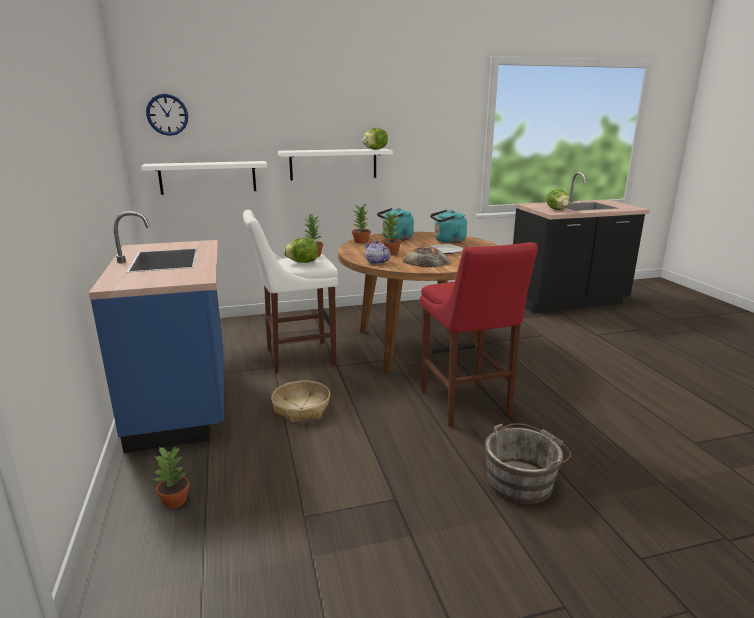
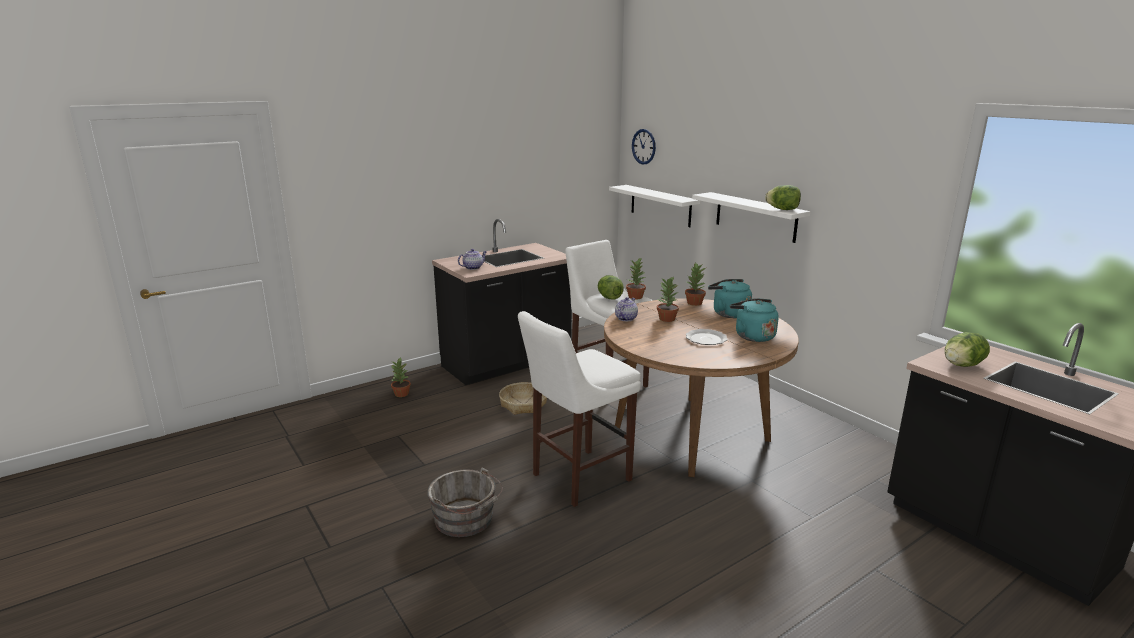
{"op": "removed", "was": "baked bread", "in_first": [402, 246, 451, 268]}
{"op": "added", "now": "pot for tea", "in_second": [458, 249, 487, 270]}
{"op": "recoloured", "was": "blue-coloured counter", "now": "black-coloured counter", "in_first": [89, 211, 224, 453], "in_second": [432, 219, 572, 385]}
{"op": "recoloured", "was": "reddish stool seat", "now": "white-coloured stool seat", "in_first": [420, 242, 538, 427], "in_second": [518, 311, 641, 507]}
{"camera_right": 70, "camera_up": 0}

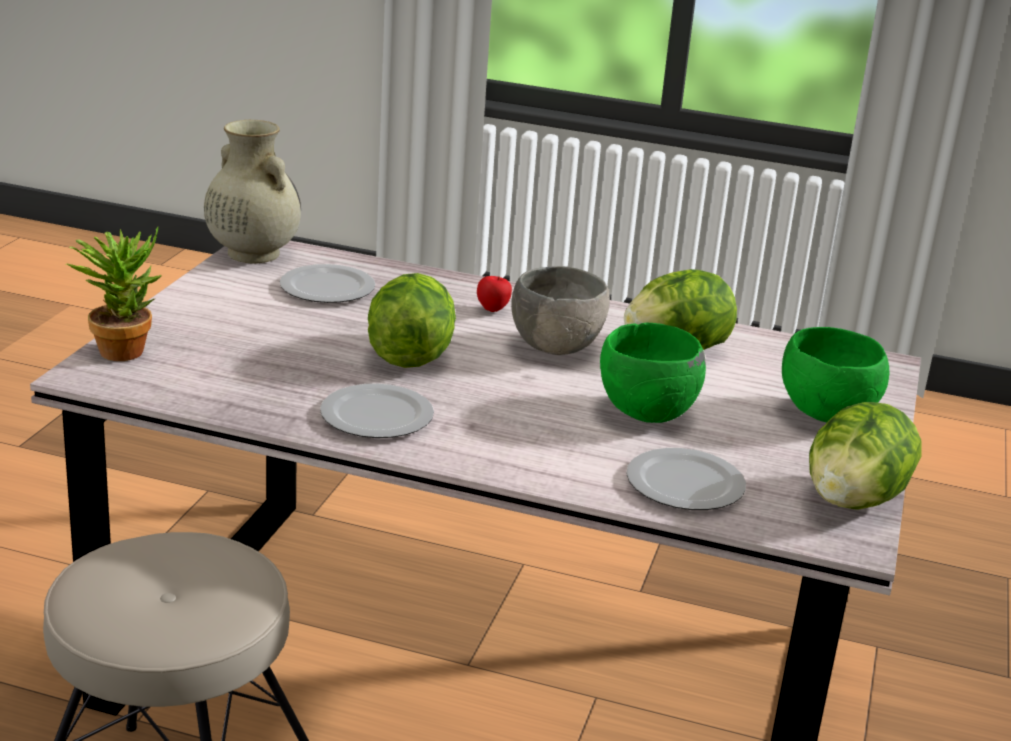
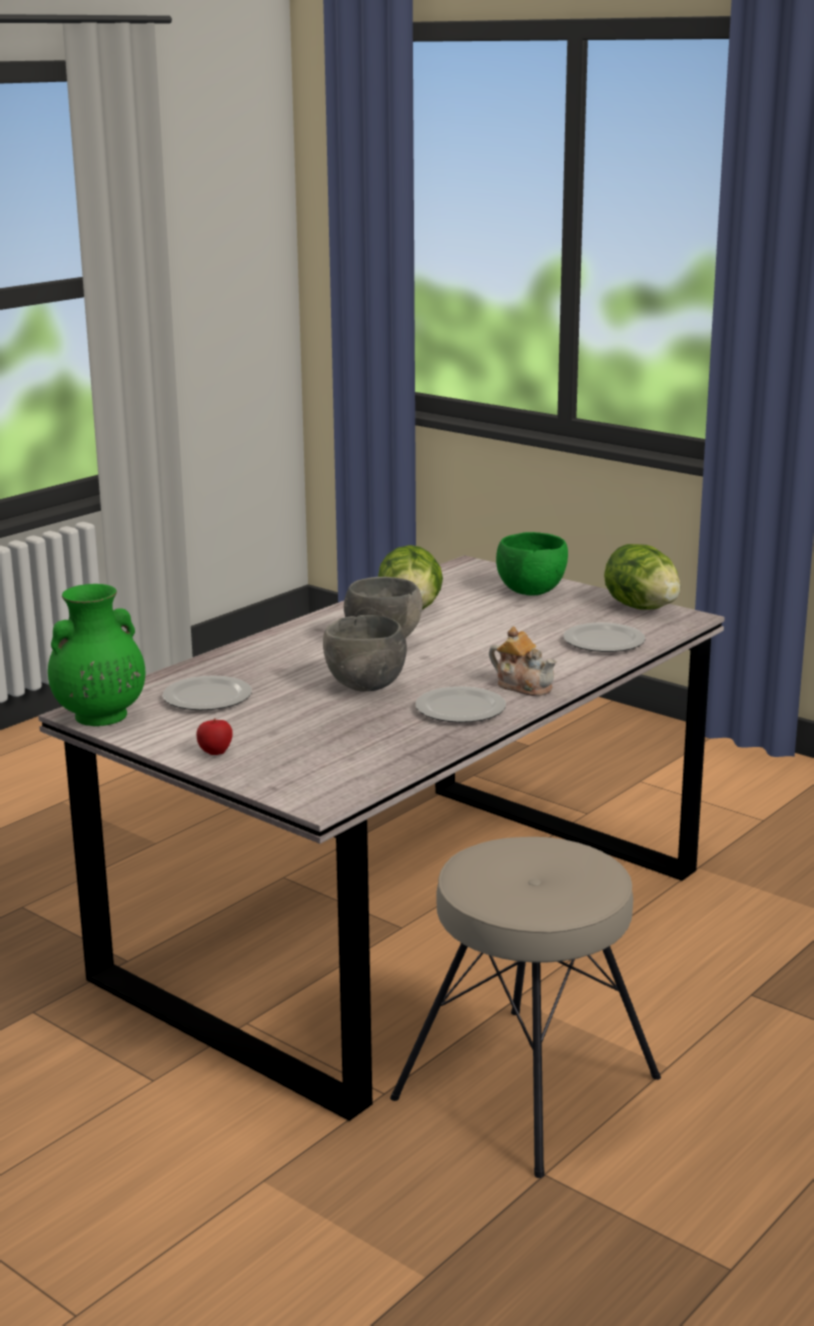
{"op": "removed", "was": "plant in a pot", "in_first": [66, 227, 162, 361]}
{"op": "removed", "was": "green-coloured deep dish", "in_first": [600, 323, 706, 423]}
{"op": "added", "now": "pot for tea", "in_second": [489, 626, 557, 696]}
{"op": "moved", "was": "apple fruit", "in_first": [477, 276, 512, 312], "in_second": [196, 718, 233, 755]}
{"op": "replaced", "was": "head of lettuce", "now": "grey deep dish", "in_first": [368, 273, 456, 368], "in_second": [323, 615, 407, 692]}
{"op": "recoloured", "was": "sand-coloured decorative vase", "now": "green-coloured decorative vase", "in_first": [204, 120, 301, 263], "in_second": [48, 584, 145, 726]}
{"camera_right": -65, "camera_up": -5}

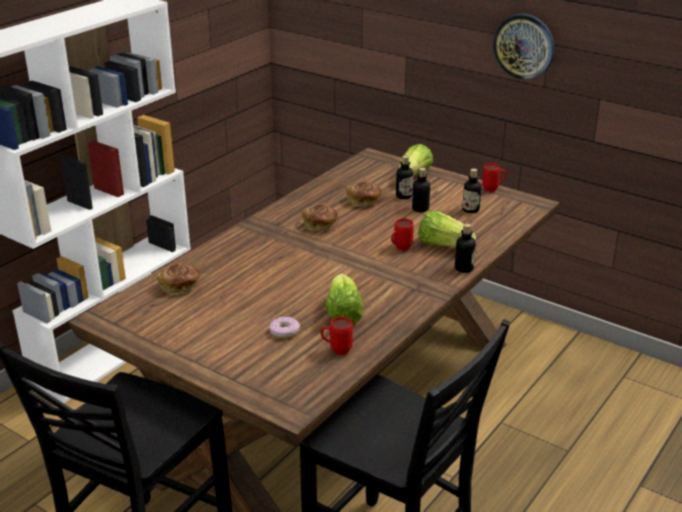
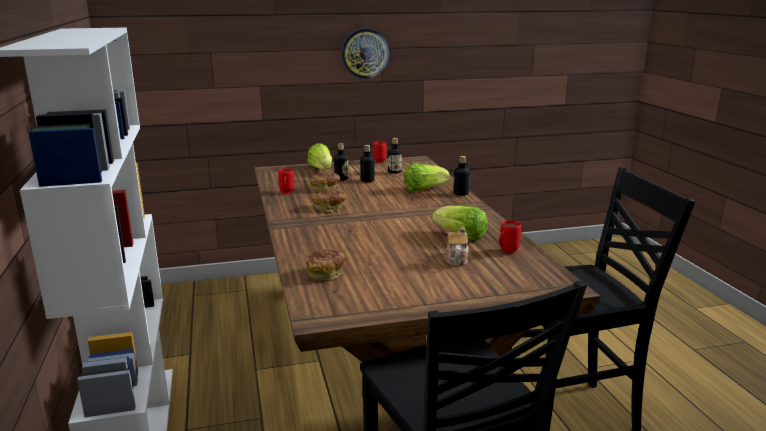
{"op": "moved", "was": "reddish mug", "in_first": [391, 218, 414, 251], "in_second": [278, 168, 294, 194]}
{"op": "replaced", "was": "doughnut", "now": "pot for tea", "in_first": [269, 317, 300, 338], "in_second": [444, 226, 469, 266]}
{"camera_right": -50, "camera_up": -10}

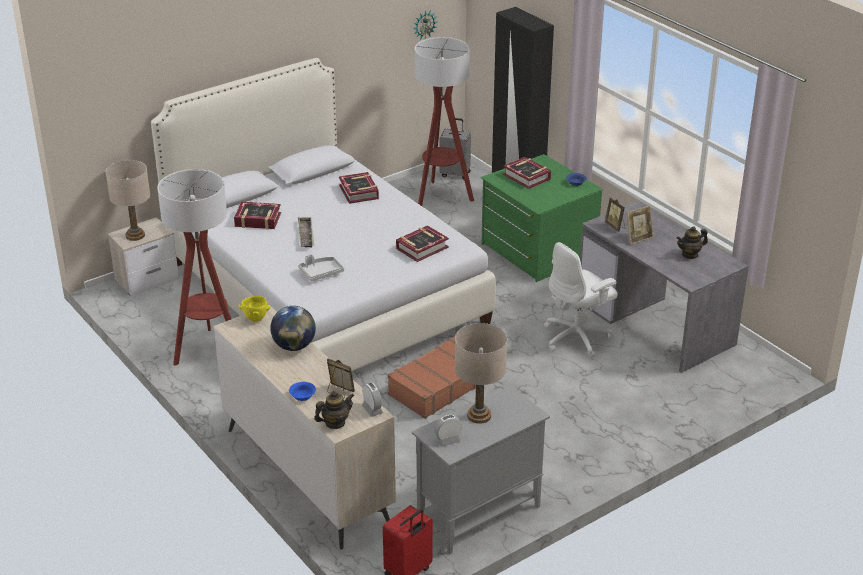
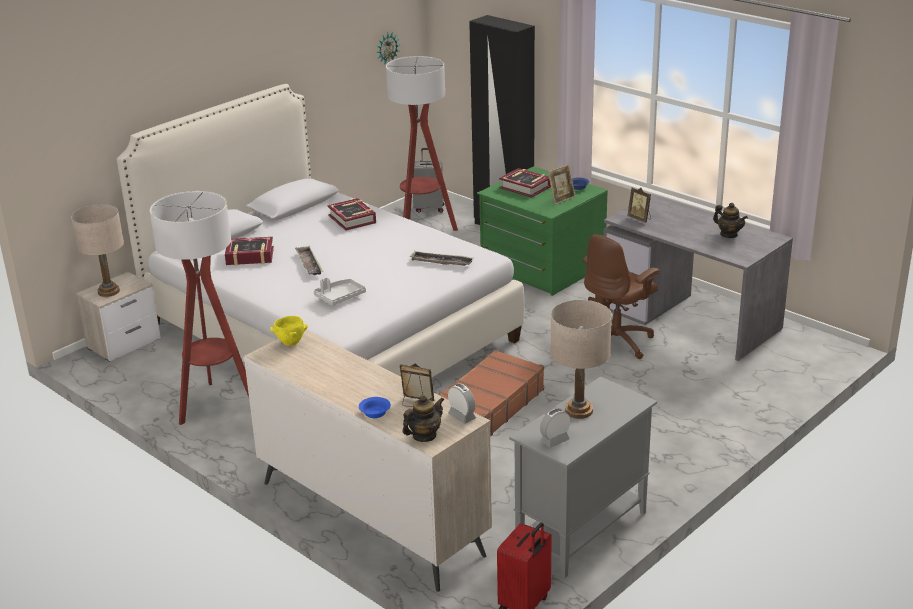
{"op": "removed", "was": "globe", "in_first": [270, 306, 316, 351]}
{"op": "moved", "was": "standing frame", "in_first": [627, 206, 654, 245], "in_second": [548, 164, 575, 205]}
{"op": "replaced", "was": "volume", "now": "carrying tray", "in_first": [396, 225, 449, 262], "in_second": [409, 251, 474, 266]}
{"op": "recoloured", "was": "white-coloured computer chair", "now": "brown computer chair", "in_first": [544, 242, 618, 358], "in_second": [583, 234, 660, 359]}
{"op": "turned", "was": "pot for tea", "in_first": [676, 226, 708, 259], "in_second": [713, 203, 748, 238], "clockwise": -105}
{"camera_right": -10, "camera_up": -5}

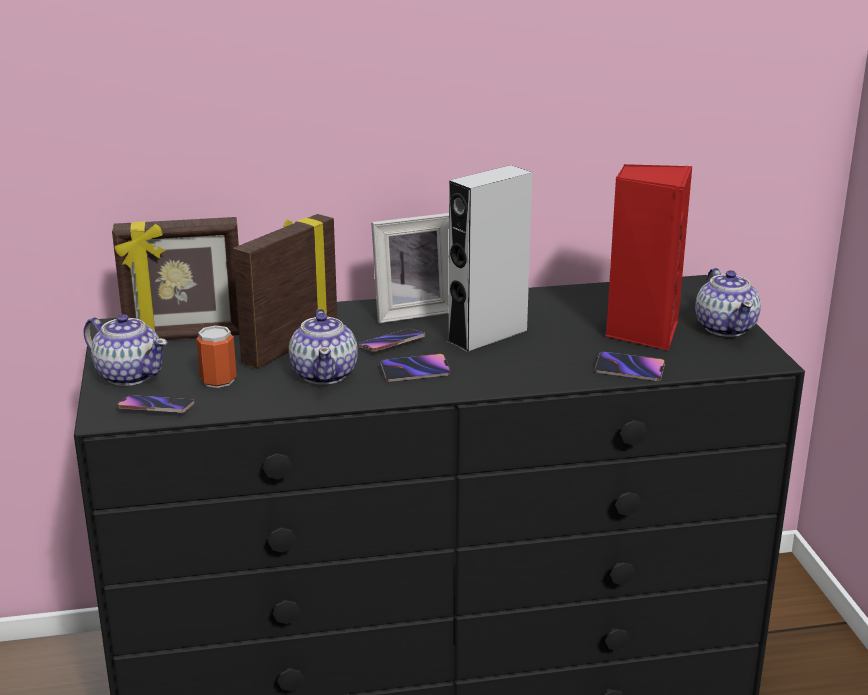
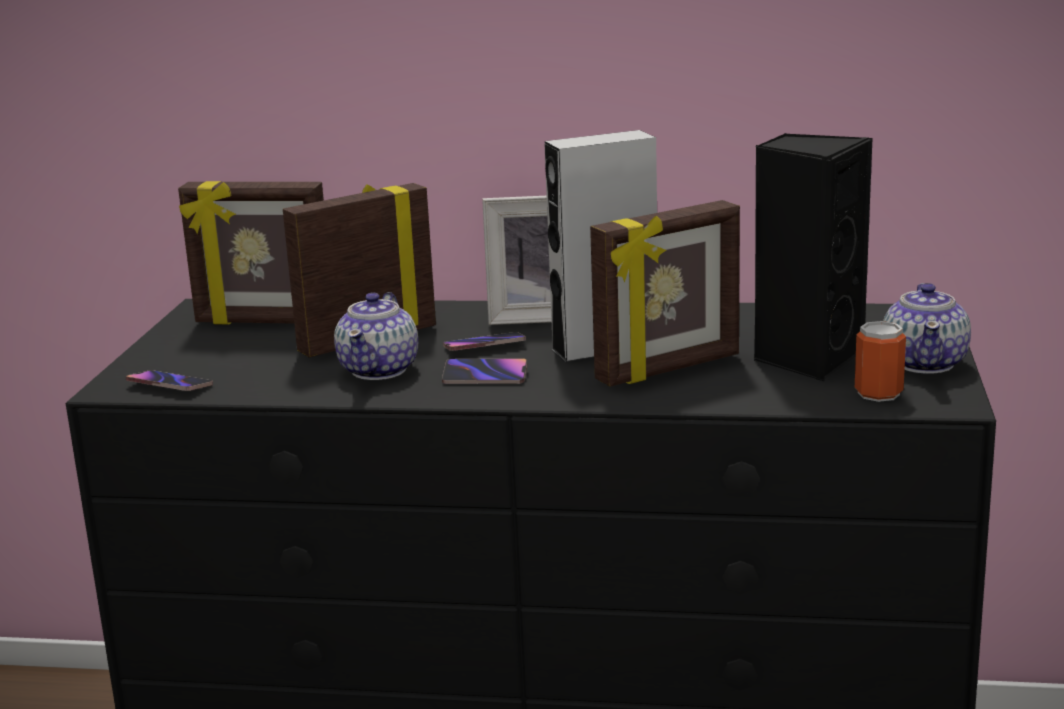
{"op": "removed", "was": "pot for tea", "in_first": [84, 314, 168, 386]}
{"op": "removed", "was": "phone", "in_first": [595, 352, 665, 381]}
{"op": "added", "now": "standing frame", "in_second": [590, 200, 740, 387]}
{"op": "moved", "was": "can", "in_first": [196, 325, 237, 388], "in_second": [855, 321, 906, 402]}
{"op": "recoloured", "was": "reddish loudspeaker", "now": "black-coloured loudspeaker", "in_first": [606, 164, 692, 350], "in_second": [754, 133, 873, 381]}
{"camera_right": 20, "camera_up": -5}

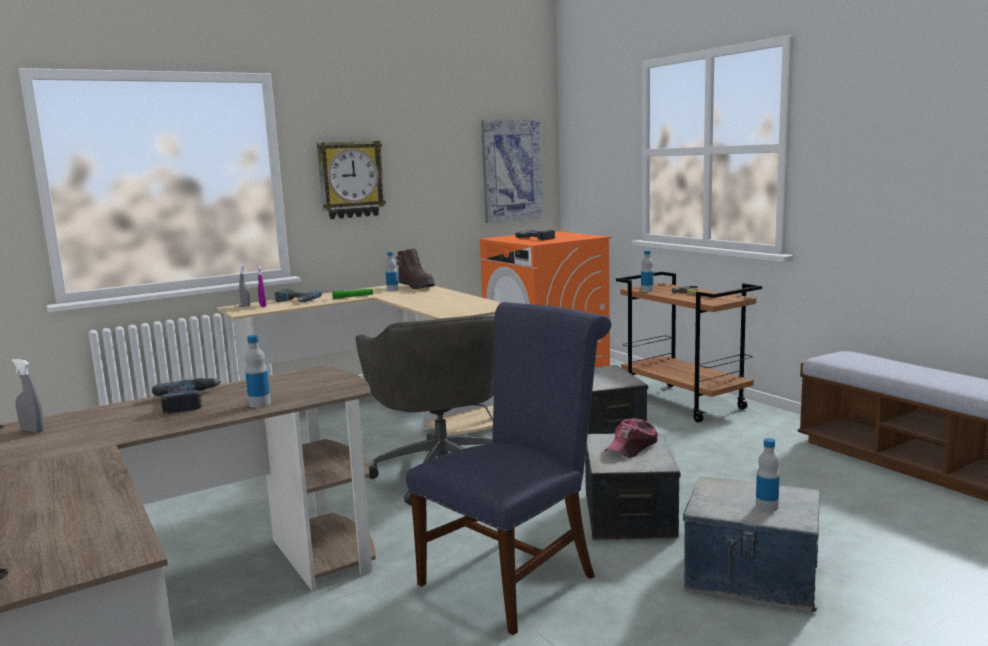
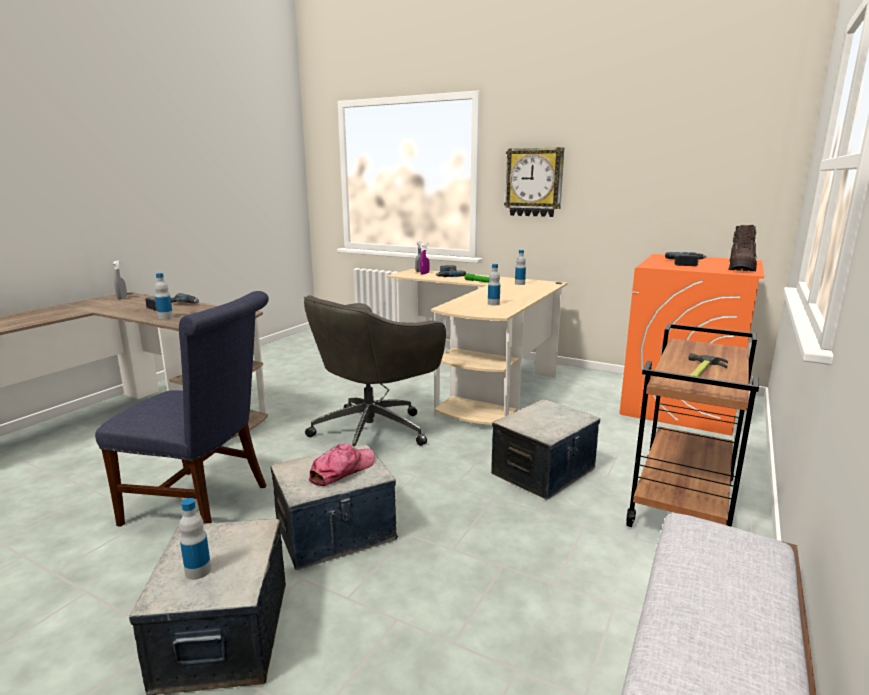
{"op": "removed", "was": "wall art", "in_first": [481, 119, 543, 223]}
{"op": "moved", "was": "brown tall boot", "in_first": [396, 248, 435, 289], "in_second": [728, 225, 757, 271]}
{"op": "moved", "was": "drink bottle", "in_first": [641, 250, 653, 292], "in_second": [488, 264, 500, 305]}
{"op": "turned", "was": "cap", "in_first": [604, 418, 658, 458], "in_second": [308, 444, 375, 486], "clockwise": 120}
{"camera_right": 60, "camera_up": 5}

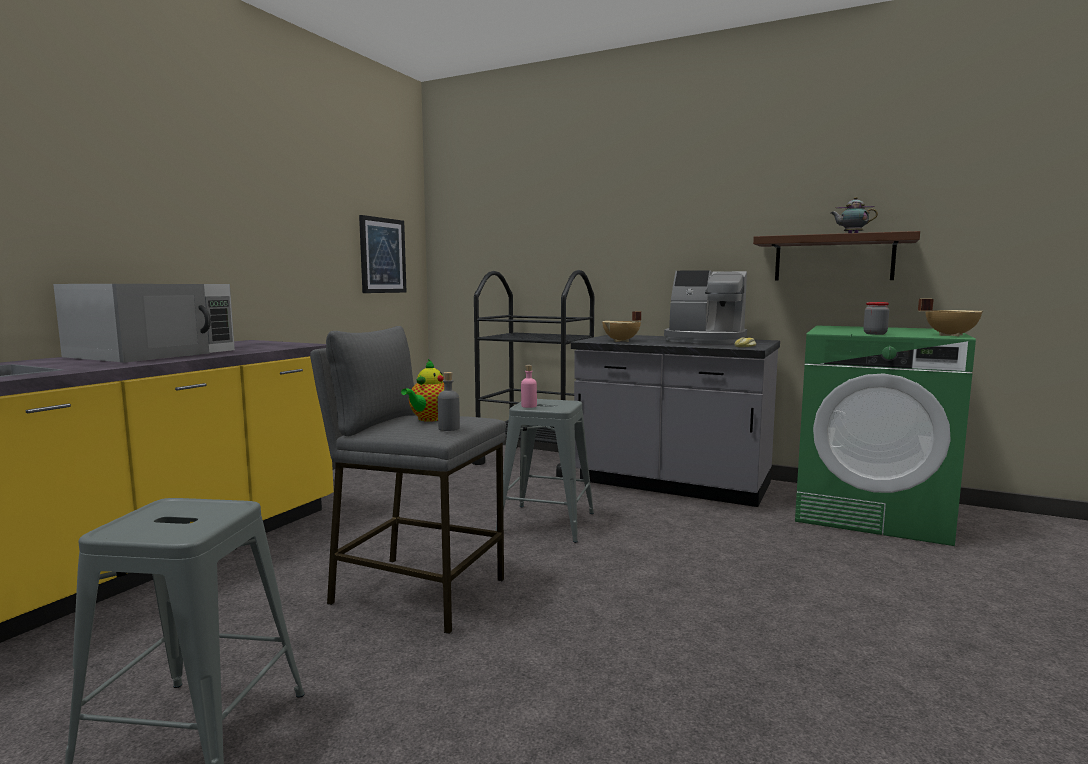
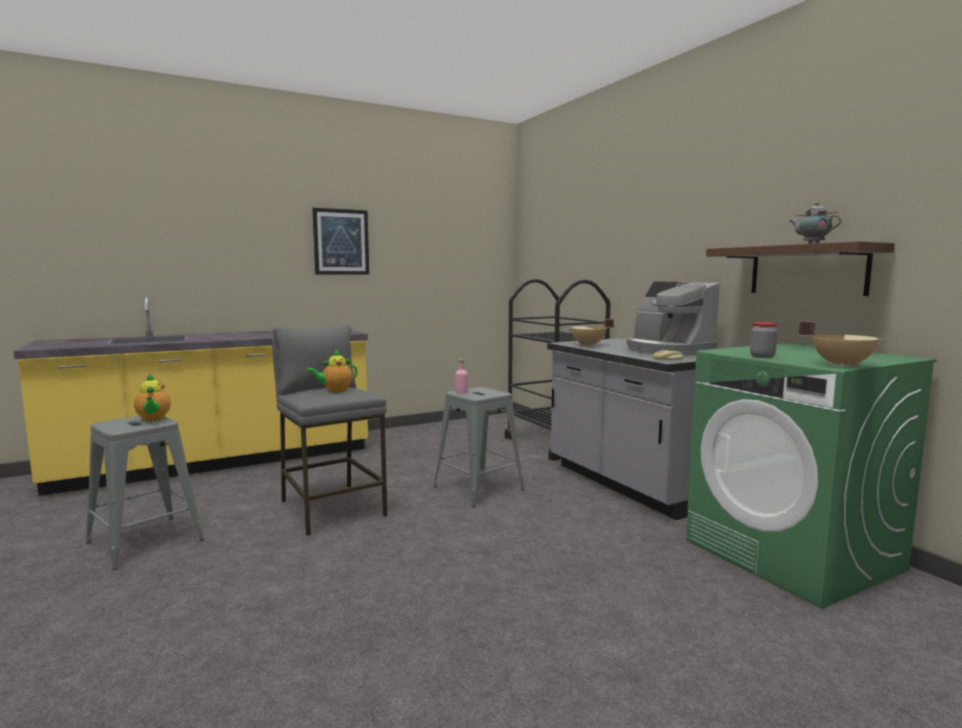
{"op": "removed", "was": "white-coloured kitchen microwave", "in_first": [53, 284, 235, 363]}
{"op": "removed", "was": "grey drink bottle", "in_first": [438, 372, 460, 431]}
{"op": "added", "now": "pot for tea", "in_second": [134, 373, 171, 421]}
{"op": "moved", "was": "wall art", "in_first": [359, 215, 407, 293], "in_second": [312, 208, 369, 274]}
{"camera_right": 35, "camera_up": 0}

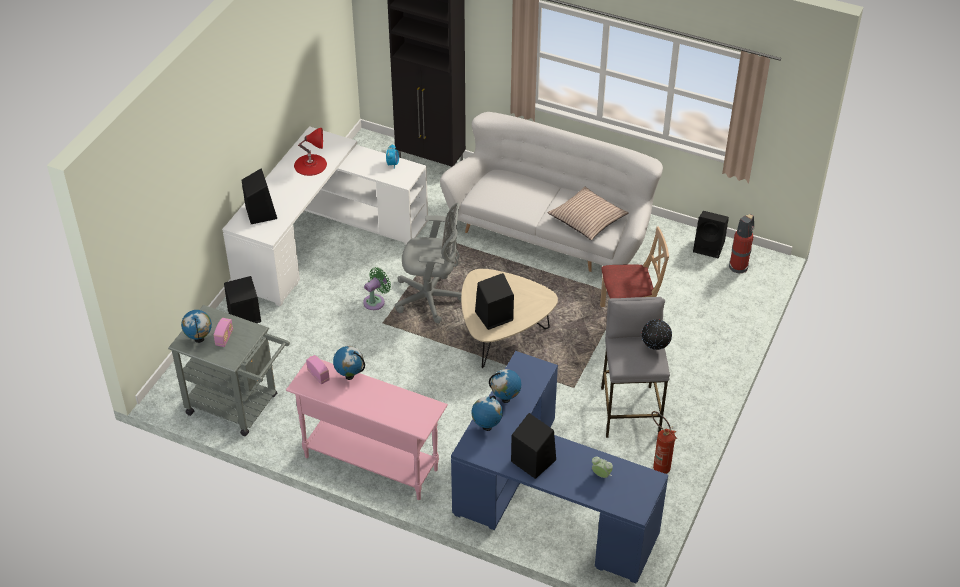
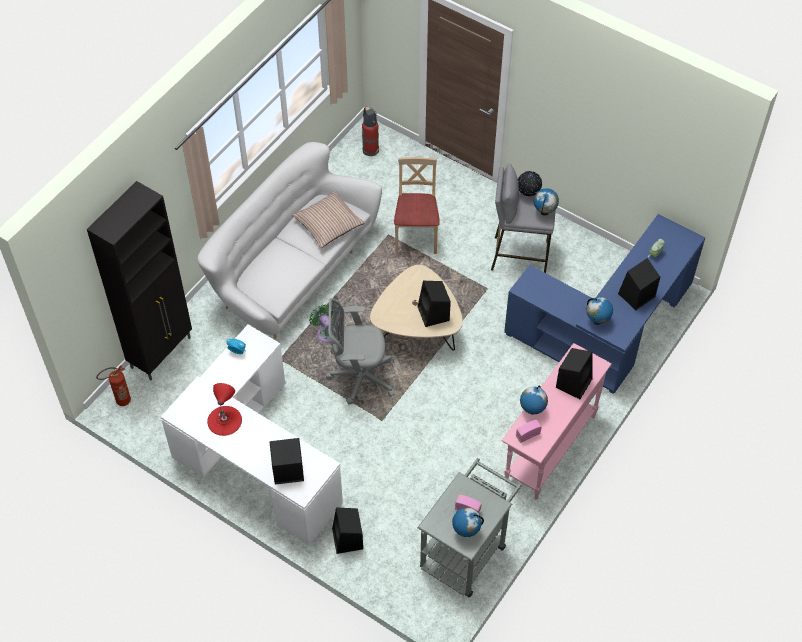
{"op": "moved", "was": "green-coloured cooling fan", "in_first": [363, 267, 391, 310], "in_second": [309, 304, 333, 342]}
{"op": "moved", "was": "globe", "in_first": [489, 369, 521, 403], "in_second": [534, 188, 559, 216]}
{"op": "moved", "was": "fire extinguisher", "in_first": [651, 411, 677, 474], "in_second": [96, 365, 131, 406]}
{"op": "moved", "was": "black-coloured loudspeaker", "in_first": [693, 211, 729, 258], "in_second": [556, 348, 593, 399]}
{"op": "turned", "was": "grey computer chair", "in_first": [395, 203, 461, 324], "in_second": [326, 299, 395, 405], "clockwise": -105}
{"camera_right": -80, "camera_up": 10}

